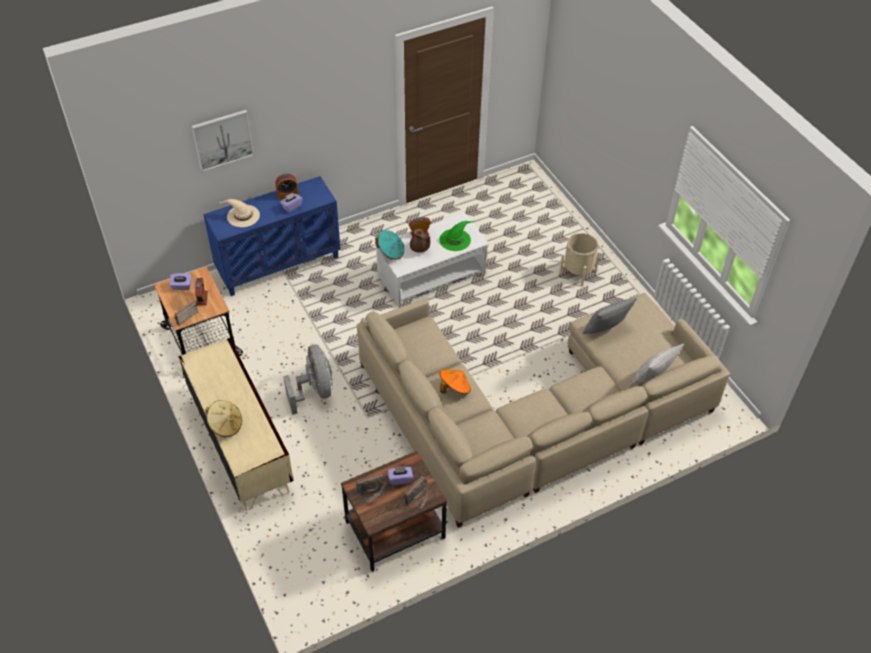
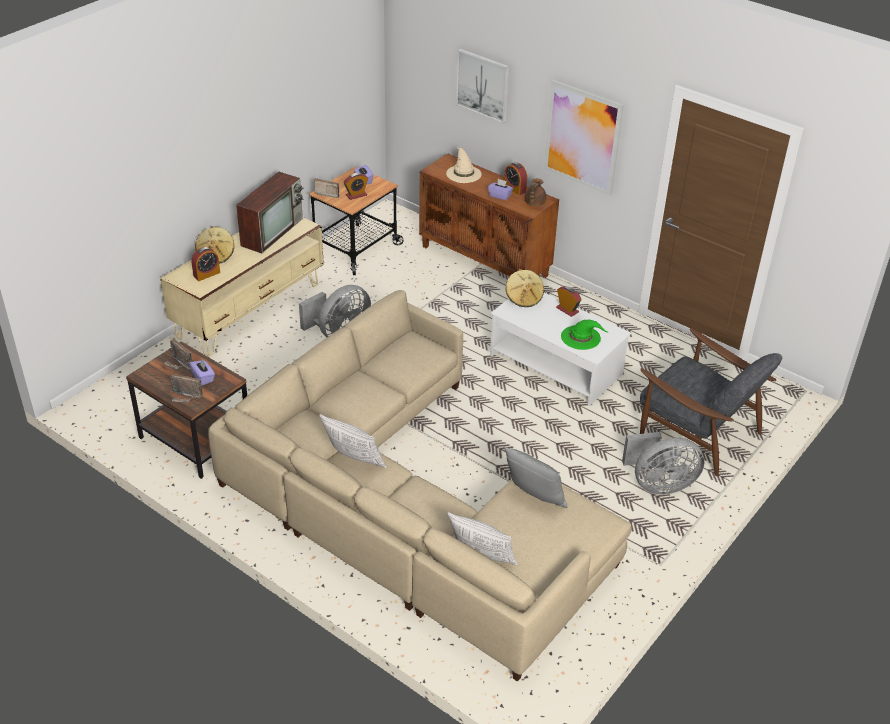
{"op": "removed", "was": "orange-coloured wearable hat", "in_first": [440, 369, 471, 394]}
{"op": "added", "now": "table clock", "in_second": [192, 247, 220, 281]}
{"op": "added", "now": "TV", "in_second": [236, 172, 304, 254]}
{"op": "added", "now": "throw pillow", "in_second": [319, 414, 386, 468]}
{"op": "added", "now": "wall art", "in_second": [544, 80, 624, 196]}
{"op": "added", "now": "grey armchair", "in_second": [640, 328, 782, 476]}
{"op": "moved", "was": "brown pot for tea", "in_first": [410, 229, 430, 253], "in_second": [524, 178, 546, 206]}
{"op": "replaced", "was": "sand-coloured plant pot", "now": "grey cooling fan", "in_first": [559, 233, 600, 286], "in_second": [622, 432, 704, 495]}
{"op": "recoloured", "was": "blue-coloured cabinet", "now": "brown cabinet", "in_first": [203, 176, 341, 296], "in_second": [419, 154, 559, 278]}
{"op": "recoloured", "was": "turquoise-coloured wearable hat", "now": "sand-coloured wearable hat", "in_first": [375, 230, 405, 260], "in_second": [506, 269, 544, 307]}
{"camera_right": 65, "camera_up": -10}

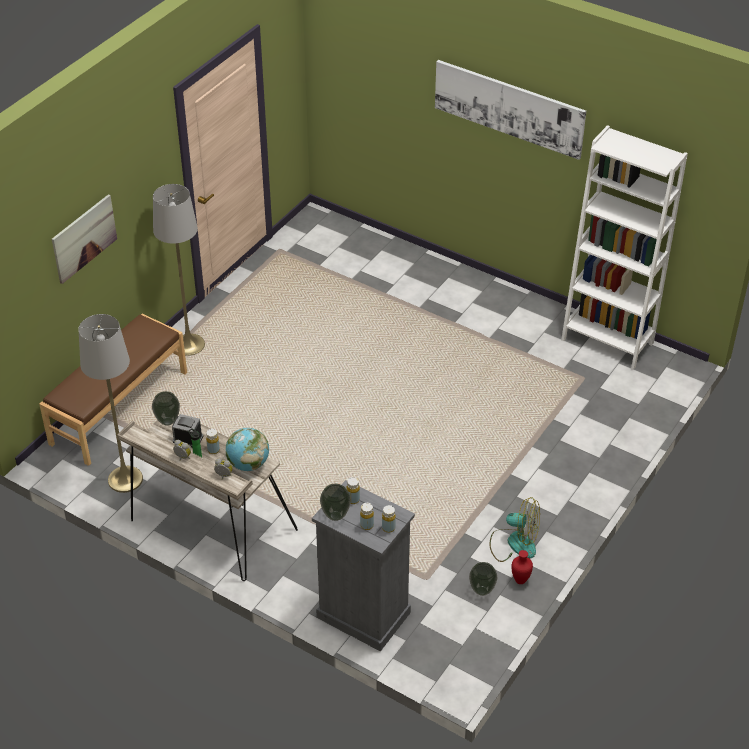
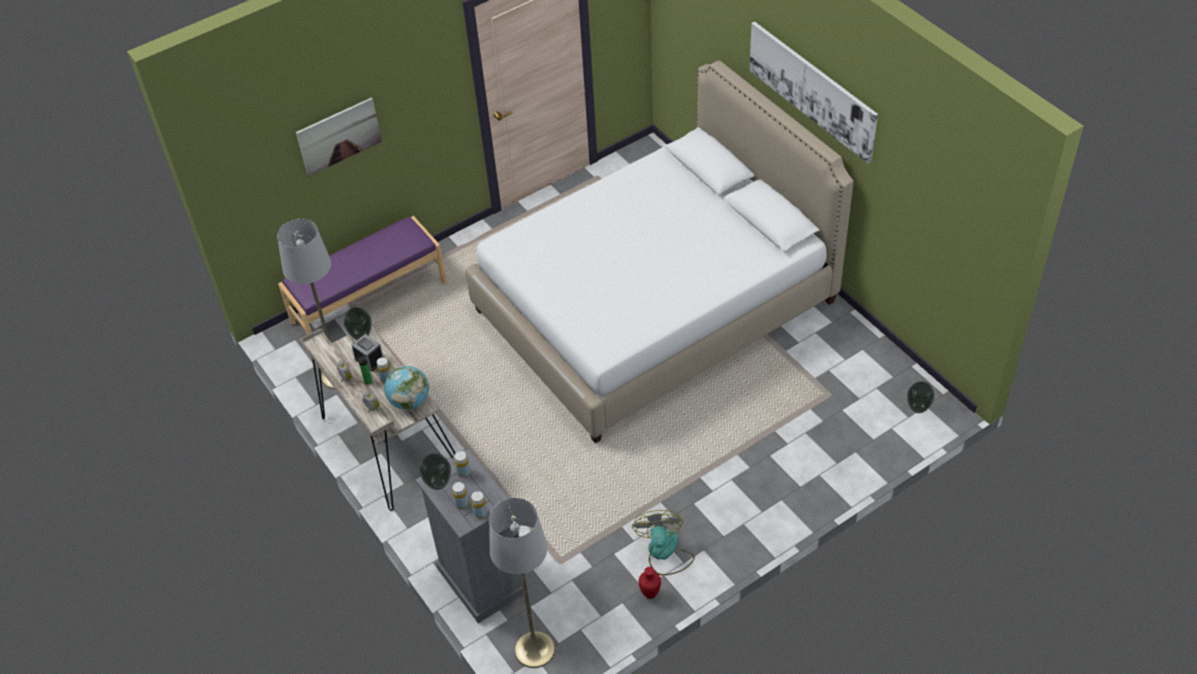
{"op": "removed", "was": "white-coloured bookshelf", "in_first": [561, 125, 688, 370]}
{"op": "added", "now": "white-coloured bedroom bed", "in_second": [465, 60, 854, 444]}
{"op": "moved", "was": "grey standing lamp", "in_first": [153, 184, 205, 356], "in_second": [489, 498, 555, 668]}
{"op": "moved", "was": "decorative vase", "in_first": [469, 562, 497, 596], "in_second": [907, 381, 935, 413]}
{"op": "recoloured", "was": "brown indoor bench", "now": "purplish indoor bench", "in_first": [39, 314, 187, 466], "in_second": [278, 216, 447, 335]}
{"op": "turned", "was": "cooling fan", "in_first": [490, 497, 540, 562], "in_second": [632, 510, 695, 575], "clockwise": -135}
{"camera_right": 25, "camera_up": 5}

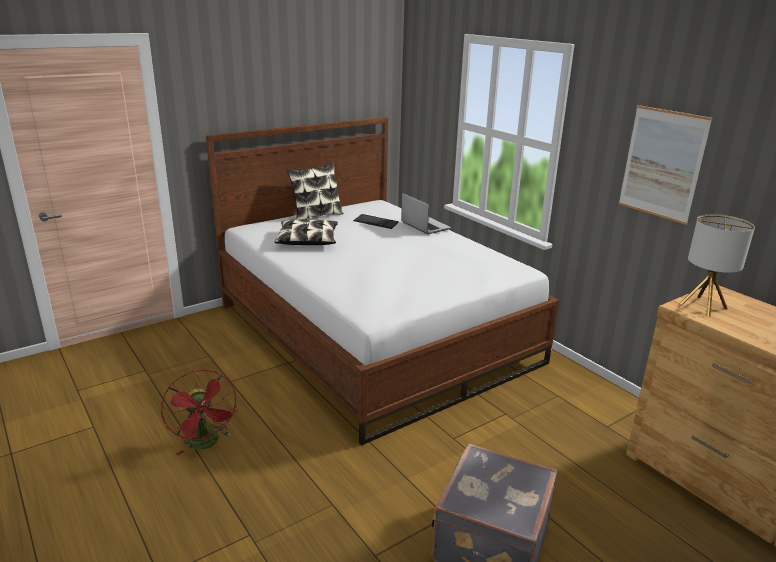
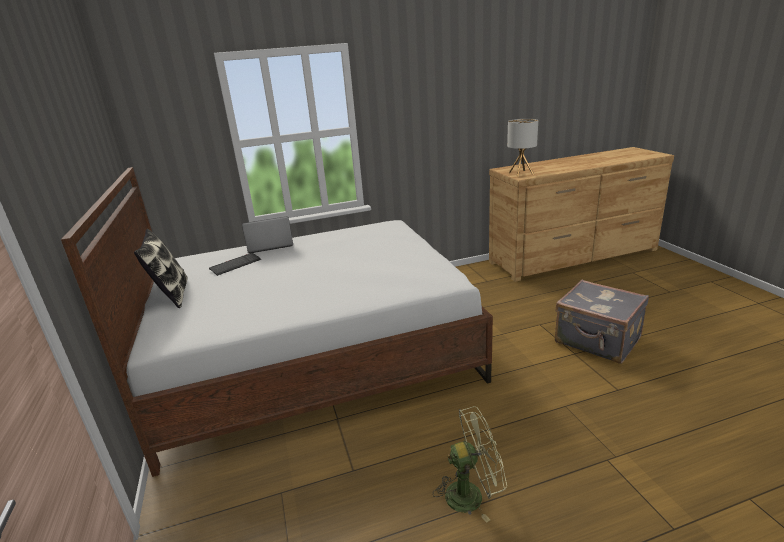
{"op": "removed", "was": "throw pillow", "in_first": [275, 219, 338, 245]}
{"op": "removed", "was": "wall art", "in_first": [619, 105, 712, 225]}
{"op": "recoloured", "was": "reddish cooling fan", "now": "green-coloured cooling fan", "in_first": [161, 370, 238, 455], "in_second": [433, 406, 507, 522]}
{"camera_right": -70, "camera_up": 0}

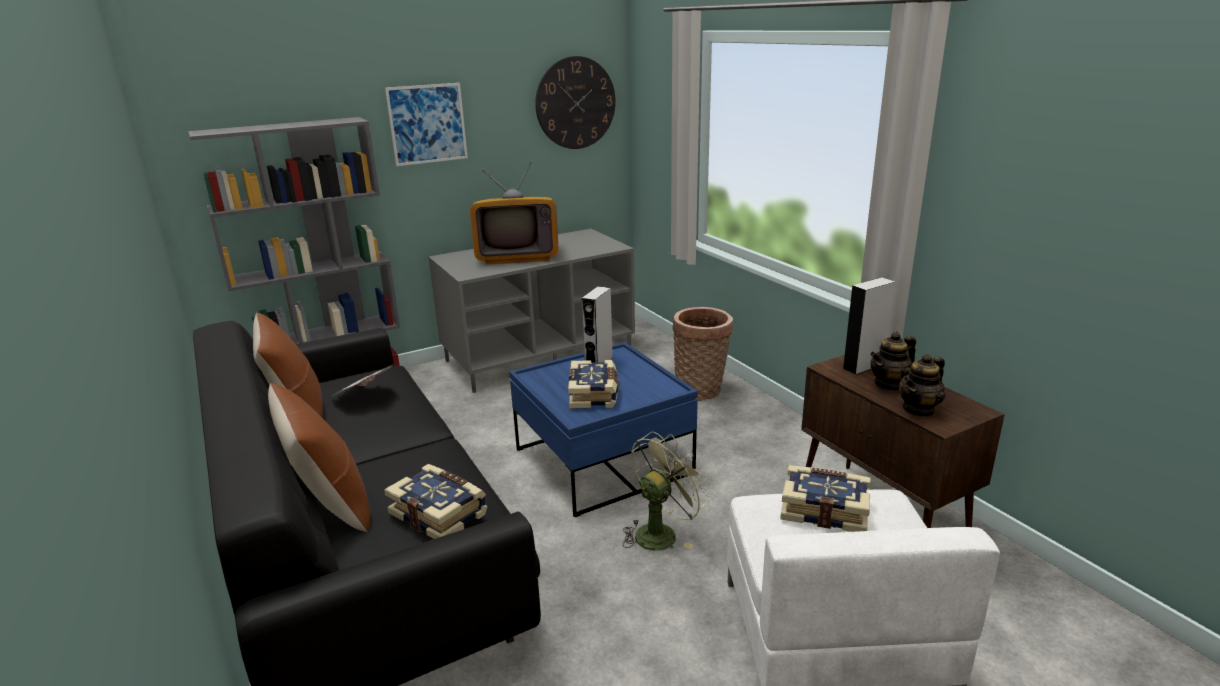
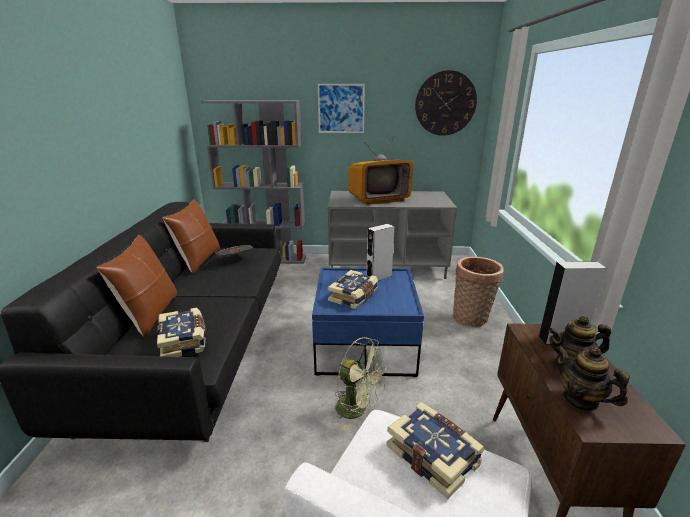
{"op": "turned", "was": "TV", "in_first": [470, 161, 559, 265], "in_second": [348, 136, 413, 205], "clockwise": -45}
{"op": "turned", "was": "green-coloured cooling fan", "in_first": [623, 432, 710, 551], "in_second": [335, 337, 389, 430], "clockwise": 45}
{"op": "turned", "was": "pot for tea", "in_first": [899, 354, 945, 418], "in_second": [556, 346, 630, 412], "clockwise": 60}
{"camera_right": 30, "camera_up": 0}

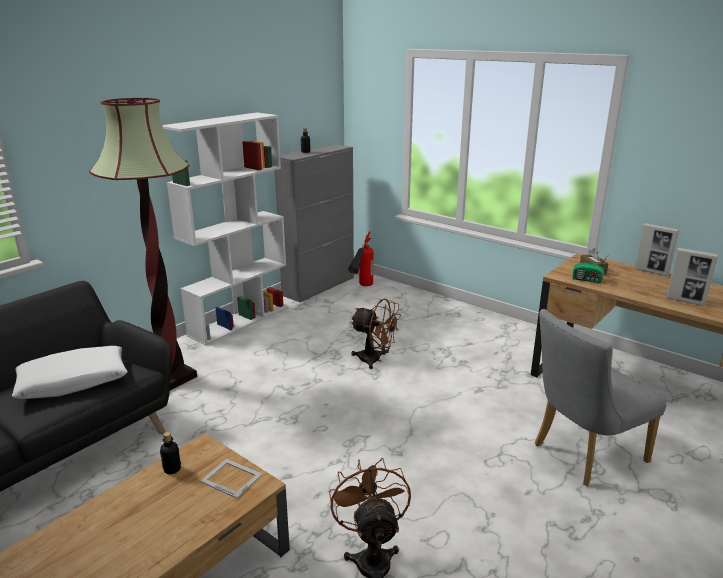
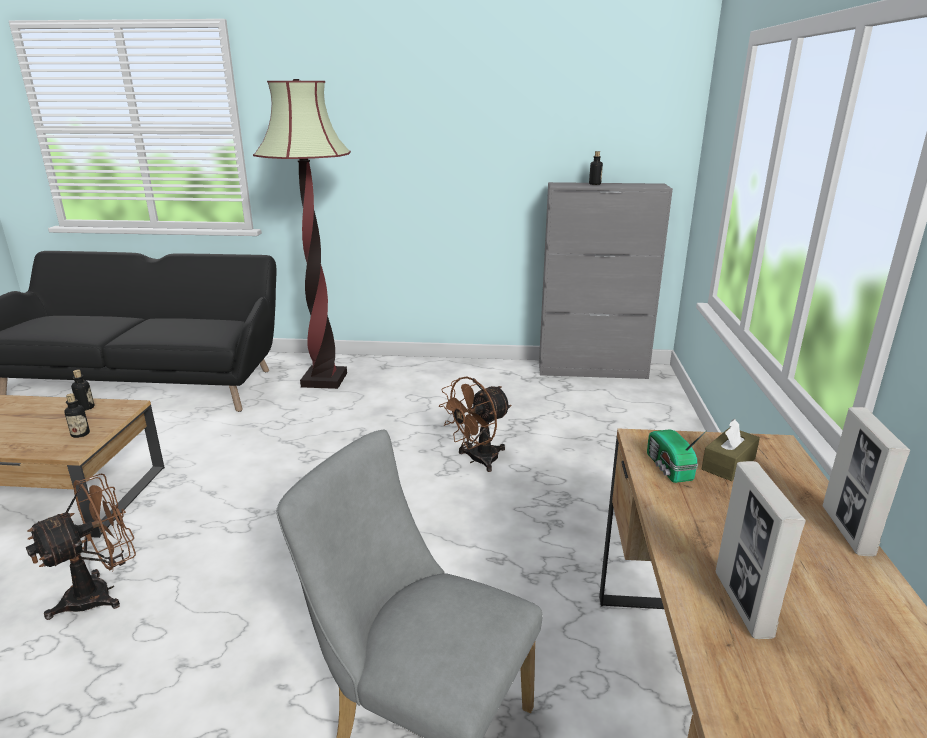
{"op": "removed", "was": "white-coloured throw pillow", "in_first": [12, 346, 128, 399]}
{"op": "removed", "was": "white-coloured bookshelf", "in_first": [162, 112, 288, 346]}
{"op": "removed", "was": "fire extinguisher", "in_first": [348, 231, 373, 286]}
{"op": "replaced", "was": "standing frame", "now": "drink bottle", "in_first": [200, 459, 262, 498], "in_second": [64, 393, 90, 438]}
{"op": "turned", "was": "brown cooling fan", "in_first": [351, 298, 401, 369], "in_second": [439, 377, 512, 472], "clockwise": 60}
{"camera_right": 55, "camera_up": 0}

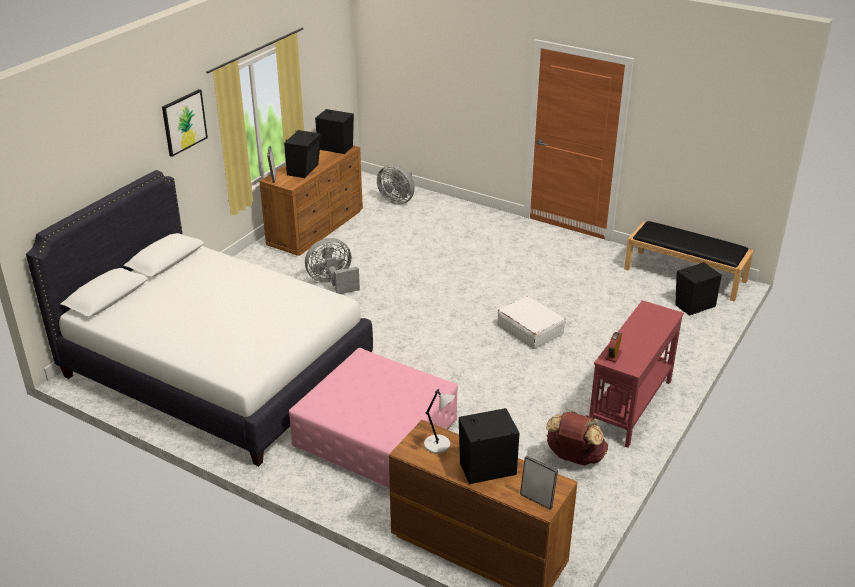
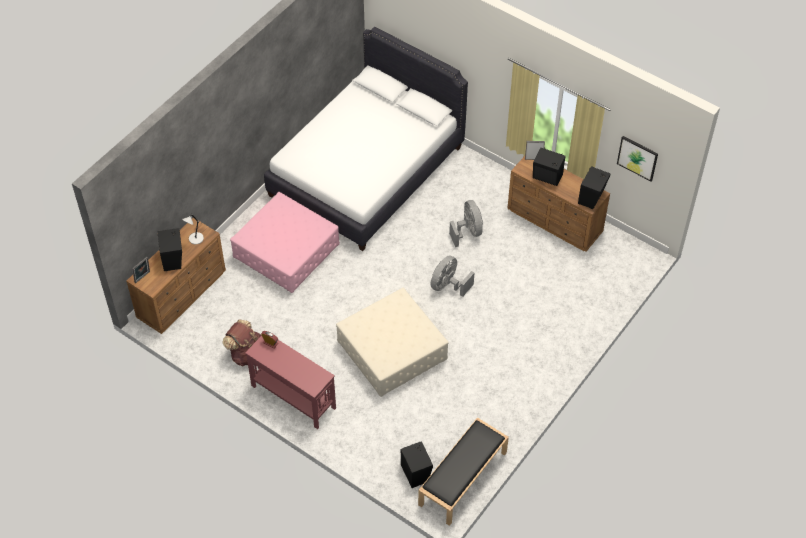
{"op": "moved", "was": "wall art", "in_first": [162, 89, 208, 157], "in_second": [617, 136, 658, 181]}
{"op": "moved", "was": "grey cooling fan", "in_first": [377, 164, 415, 205], "in_second": [431, 255, 474, 297]}
{"op": "replaced", "was": "white-coloured suitcase", "now": "sand-coloured pouffe", "in_first": [497, 296, 565, 349], "in_second": [336, 288, 449, 397]}
{"camera_right": 95, "camera_up": 20}

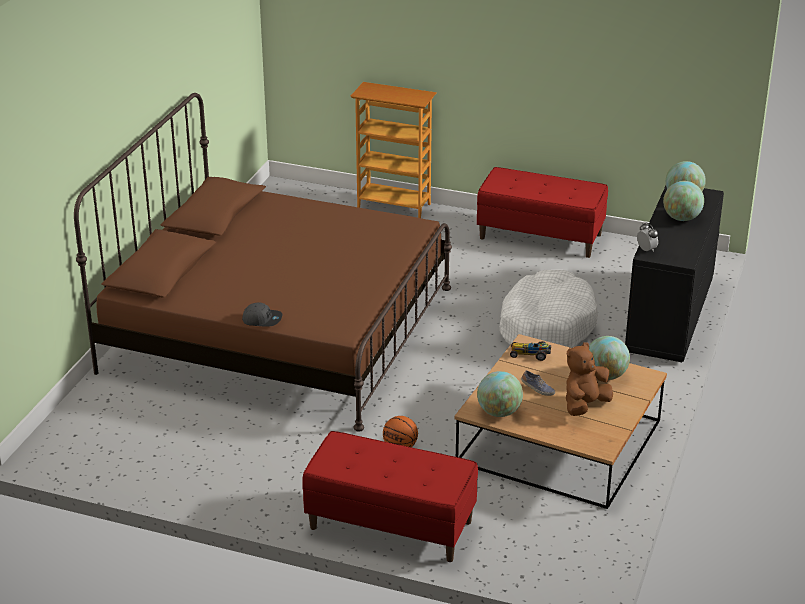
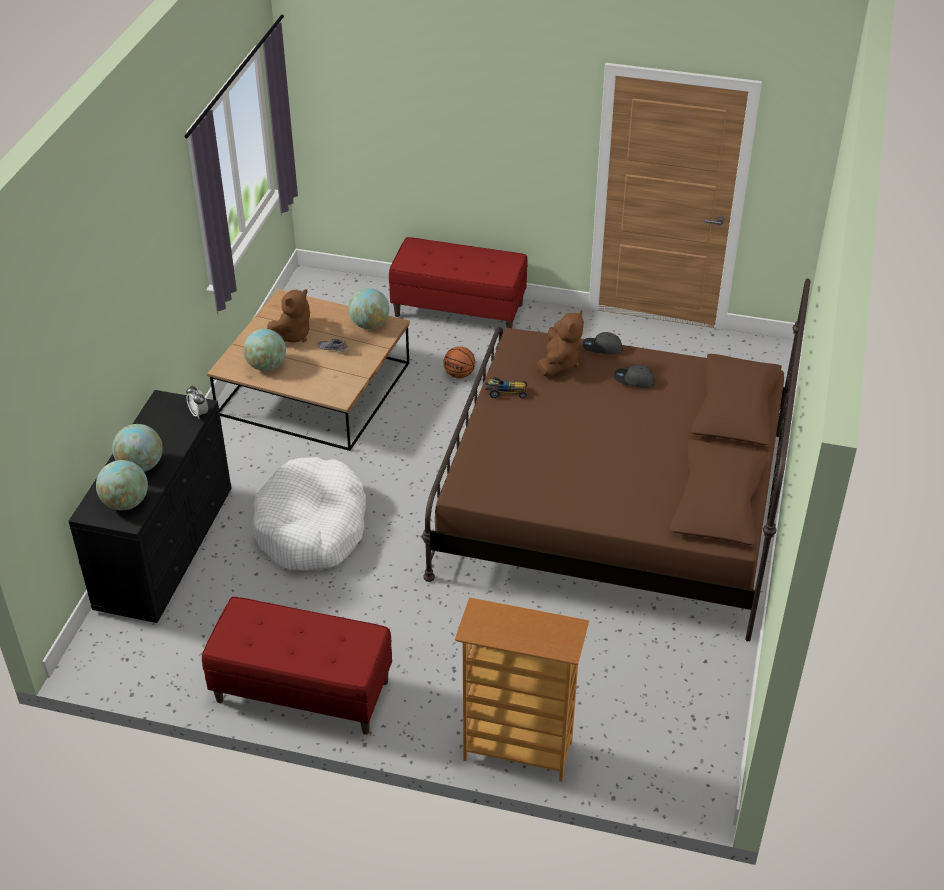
{"op": "added", "now": "brown plush toy", "in_second": [537, 310, 584, 376]}
{"op": "added", "now": "grey cap", "in_second": [614, 364, 655, 388]}
{"op": "moved", "was": "miniature car", "in_first": [510, 341, 551, 361], "in_second": [485, 377, 527, 398]}
{"camera_right": 175, "camera_up": 10}

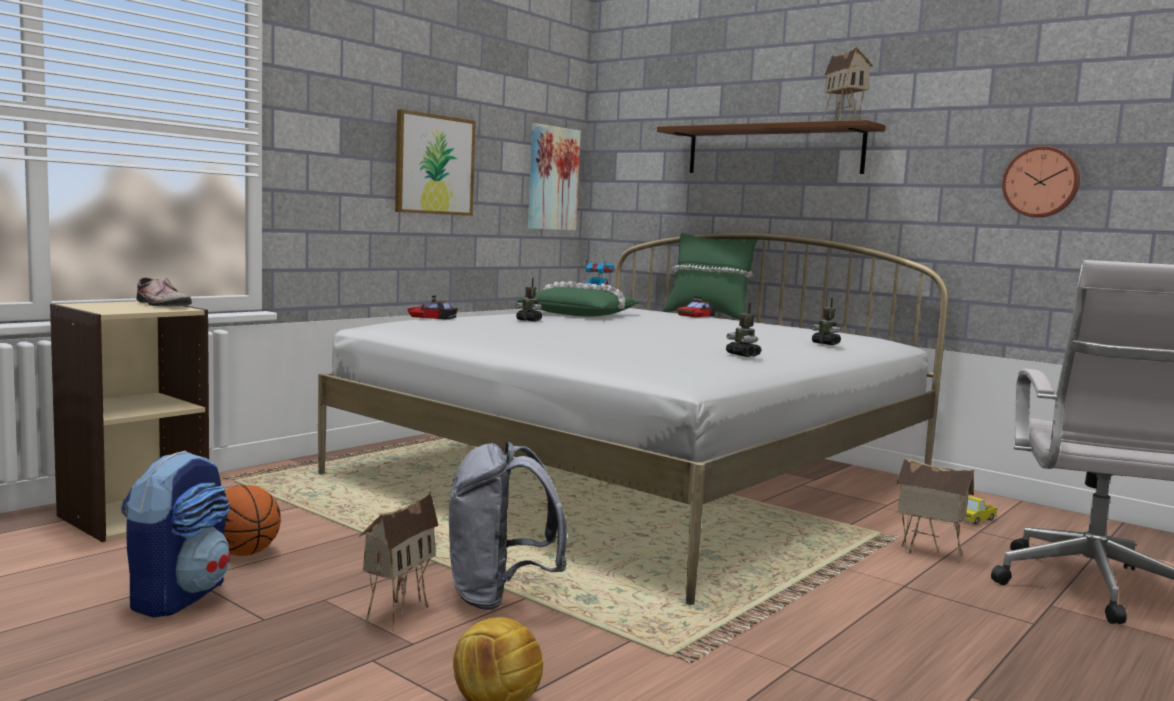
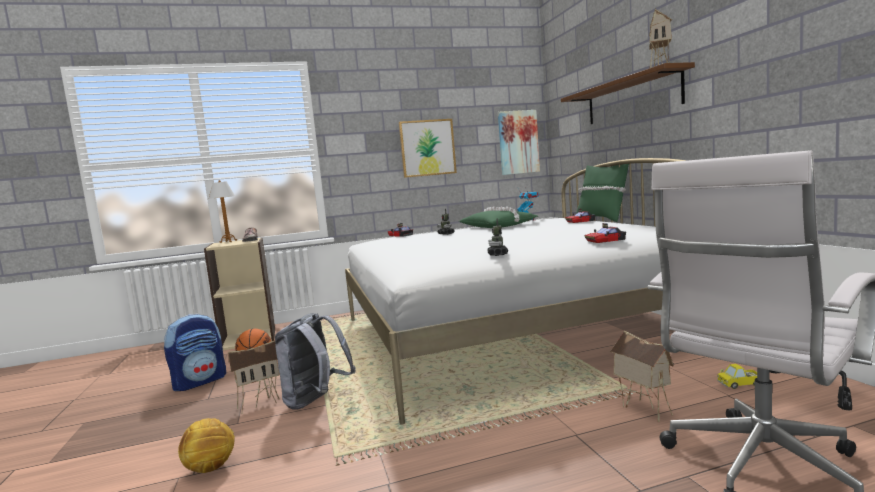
{"op": "removed", "was": "clock on the wall", "in_first": [1002, 146, 1080, 218]}
{"op": "added", "now": "table lamp", "in_second": [209, 180, 237, 243]}
{"op": "replaced", "was": "model robot", "now": "miniature car", "in_first": [811, 298, 841, 345], "in_second": [584, 223, 626, 243]}
{"camera_right": 35, "camera_up": 0}

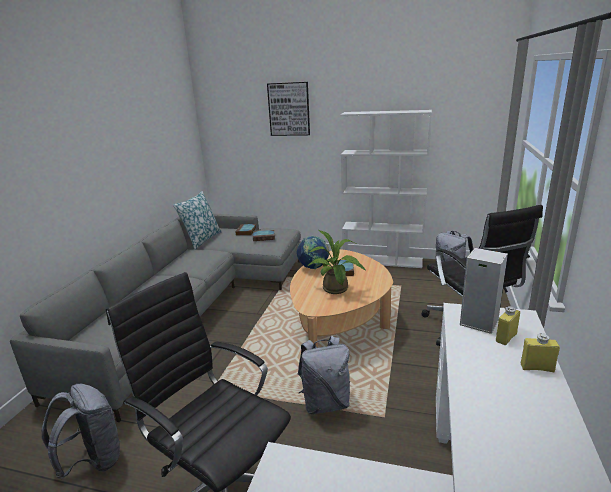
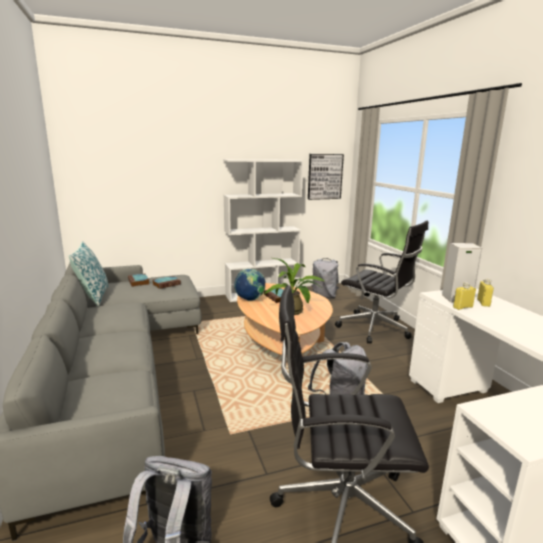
{"op": "moved", "was": "wall art", "in_first": [267, 82, 310, 136], "in_second": [308, 154, 344, 200]}
{"op": "moved", "was": "yellow-coloured drink bottle", "in_first": [521, 333, 560, 372], "in_second": [453, 282, 476, 310]}
{"camera_right": -35, "camera_up": -5}

